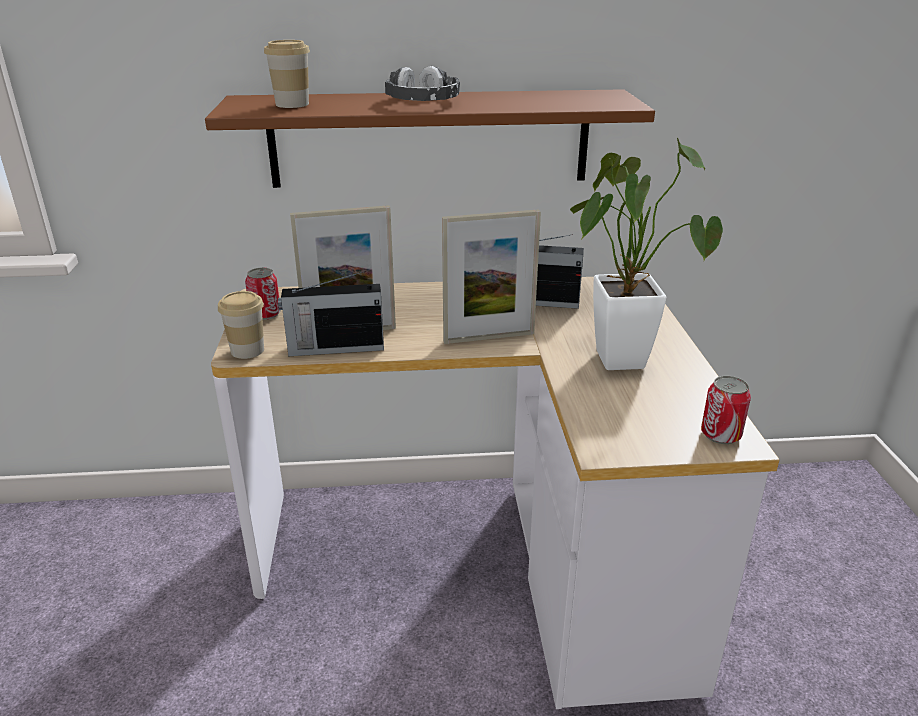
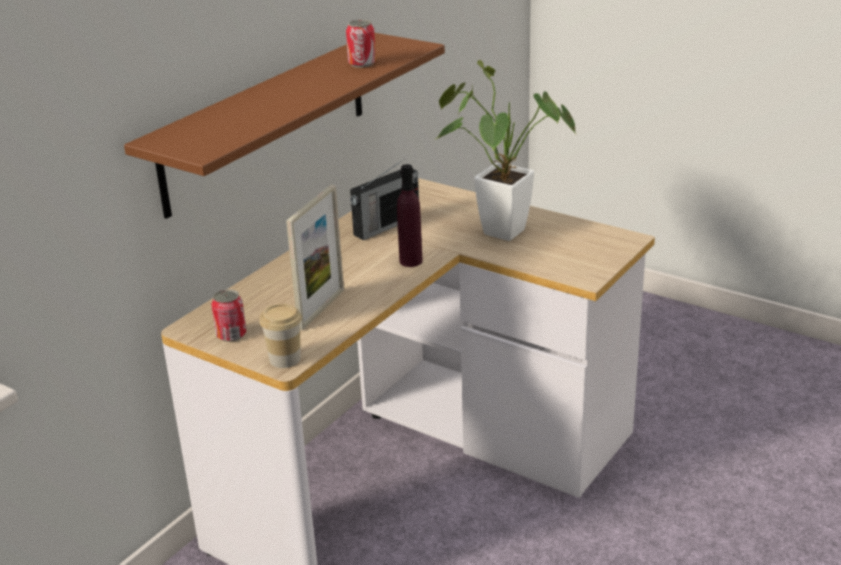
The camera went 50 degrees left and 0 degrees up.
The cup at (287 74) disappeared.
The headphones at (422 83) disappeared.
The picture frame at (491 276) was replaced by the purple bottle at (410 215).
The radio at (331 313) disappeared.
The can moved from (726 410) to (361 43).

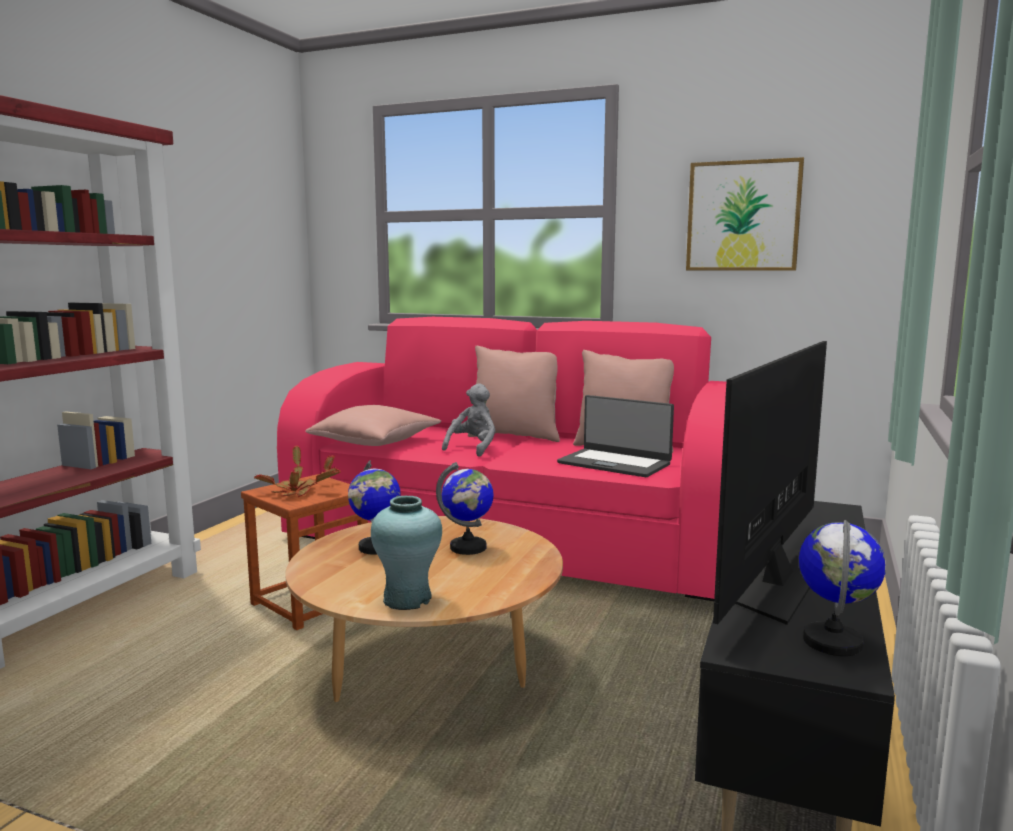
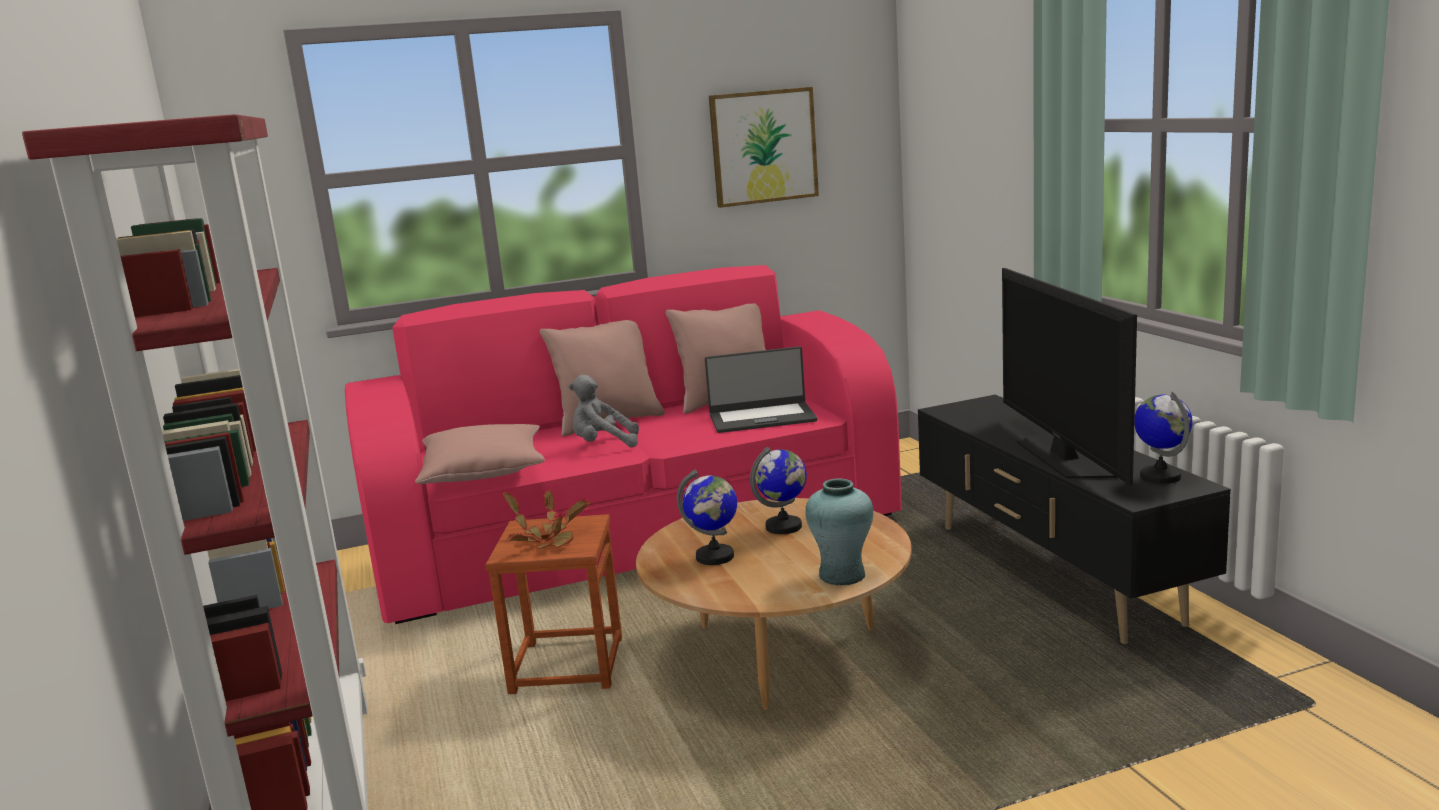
The camera went 40 degrees left and 5 degrees up.
The grey plush toy at (469 420) turned 75 degrees counterclockwise.

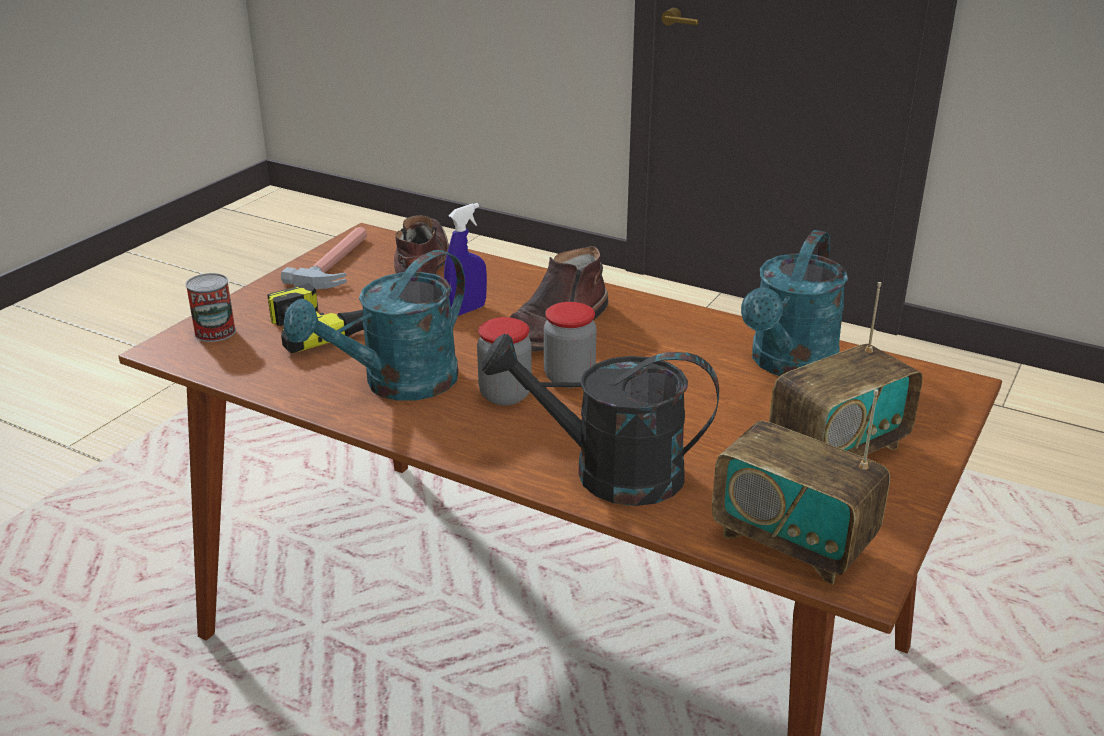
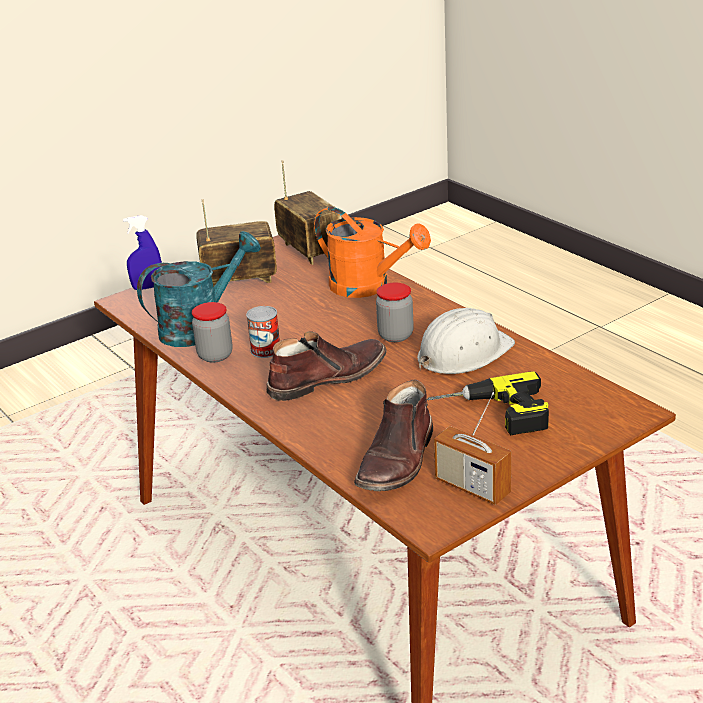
The camera went 155 degrees left and 0 degrees up.
The blue spray bottle moved from (465 259) to (142 252).
The hammer at (324 258) was replaced by the radio at (472 448).
The turquoise watering can at (374 325) was replaced by the white hard hat at (466 341).
The can moved from (210 307) to (263 332).
The jar moved from (570 345) to (212 332).
The black watering can at (600 419) became the orange watering can at (372 252).

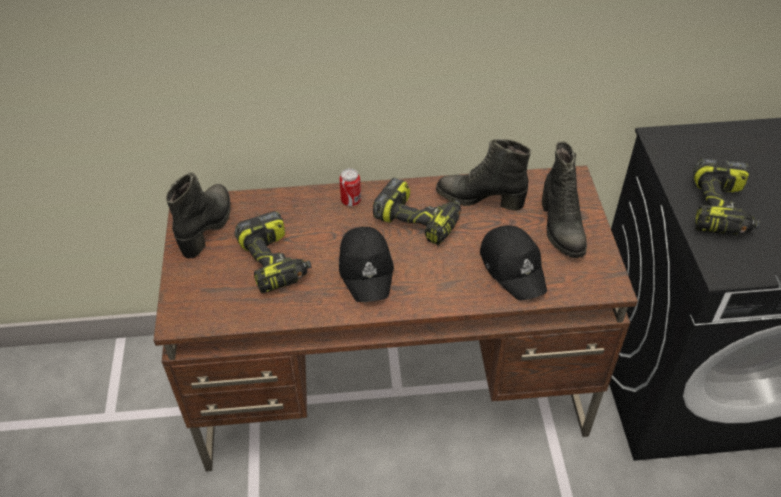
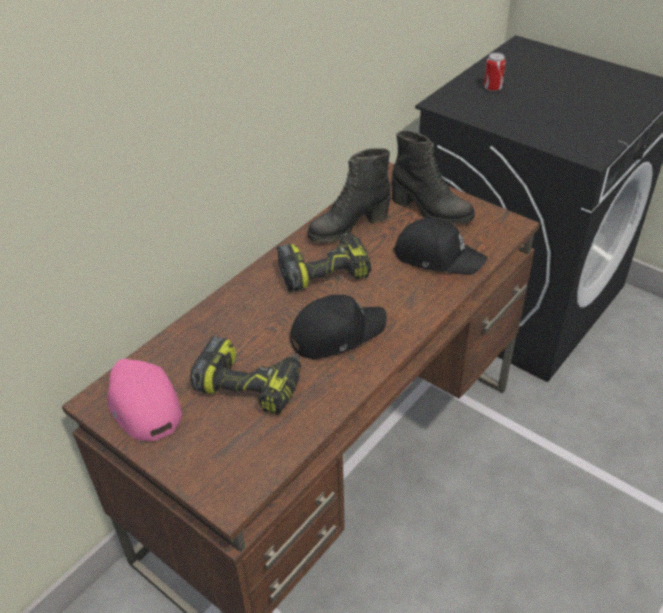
The camera went 45 degrees left and 5 degrees down.
The power drill at (726 196) disappeared.
The can moved from (350 187) to (495 72).
The black boot at (198 215) was replaced by the pink cap at (144 400).
The black cap at (366 264) turned 60 degrees counterclockwise.

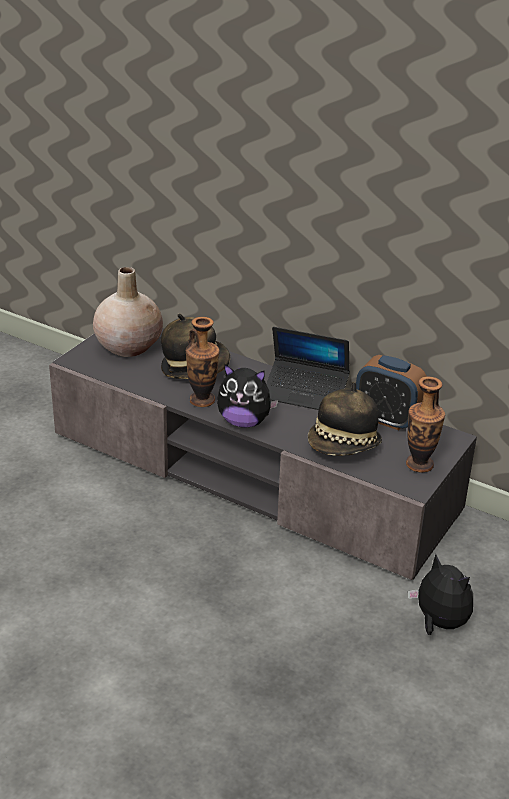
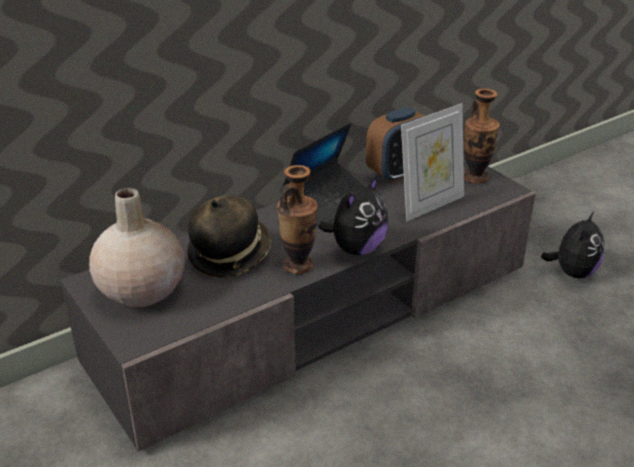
The camera went 65 degrees left and 0 degrees up.
The hat at (345 419) was replaced by the picture frame at (432 162).
The plush toy at (440 594) turned 135 degrees clockwise.

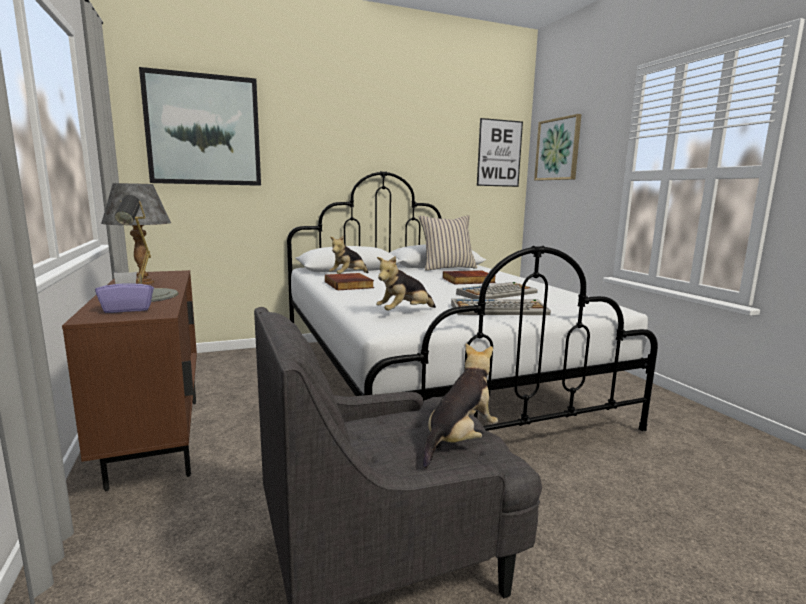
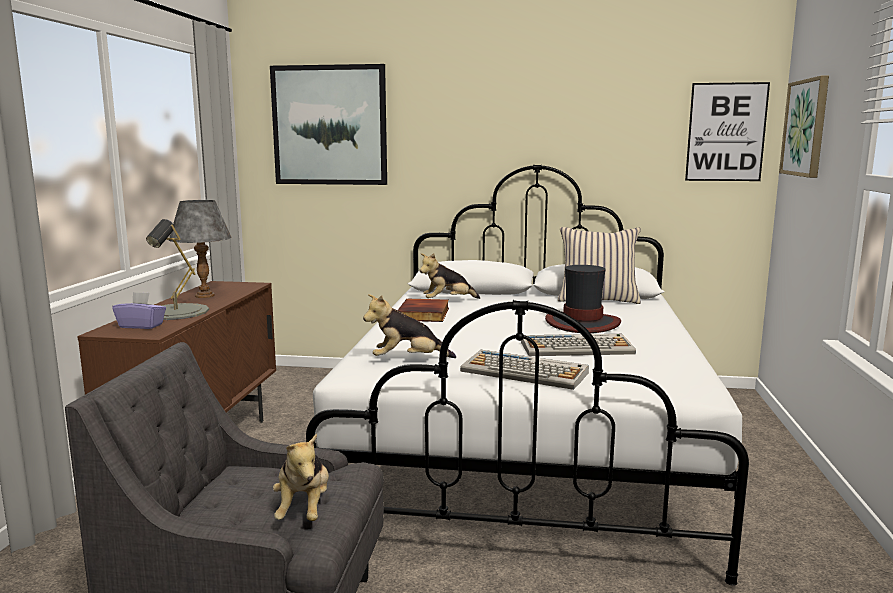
The camera went 30 degrees right and 0 degrees up.
The book at (469 277) was replaced by the hat at (583 299).
The plush toy at (460 405) turned 105 degrees clockwise.

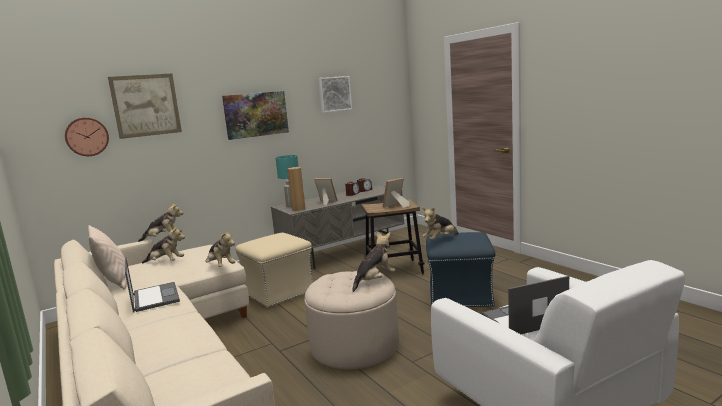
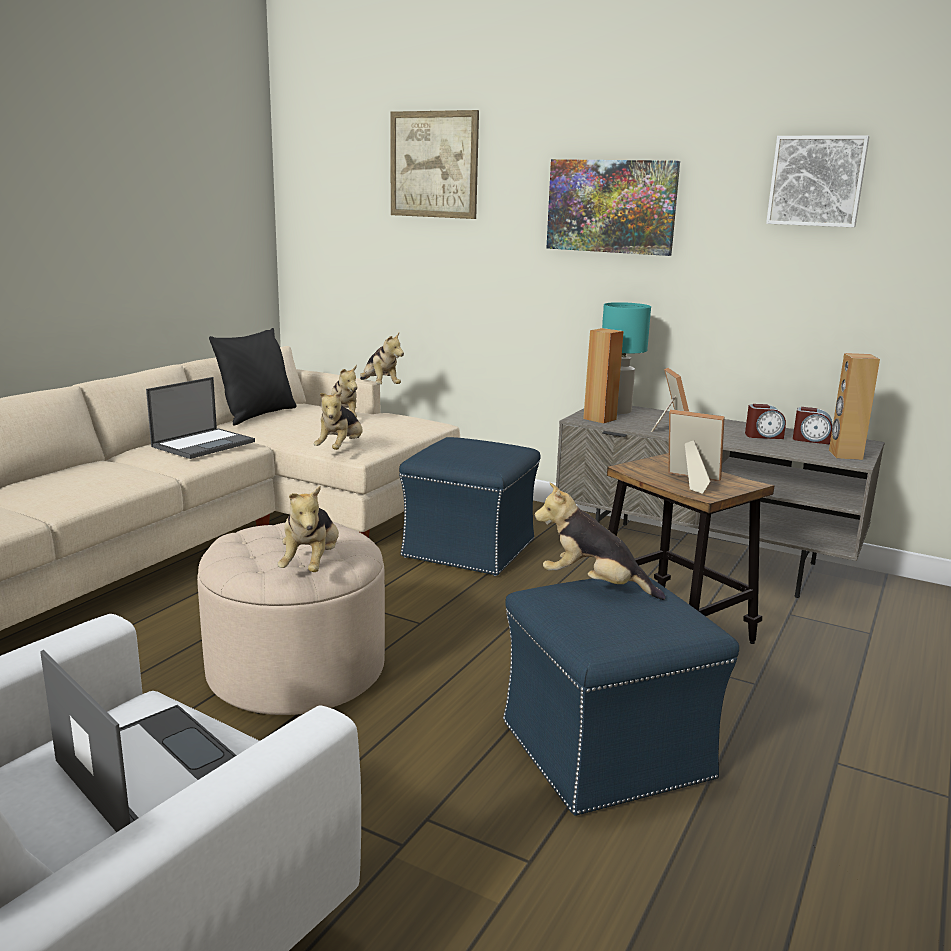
The camera went 60 degrees right and 5 degrees up.
The wall clock at (87 136) disappeared.
The beige pillow at (107 257) became the black pillow at (253 377).
The plush toy at (373 261) turned 75 degrees clockwise.
The beige ottoman at (274 270) became the blue ottoman at (470 506).
The brown speaker at (854 406) appeared.

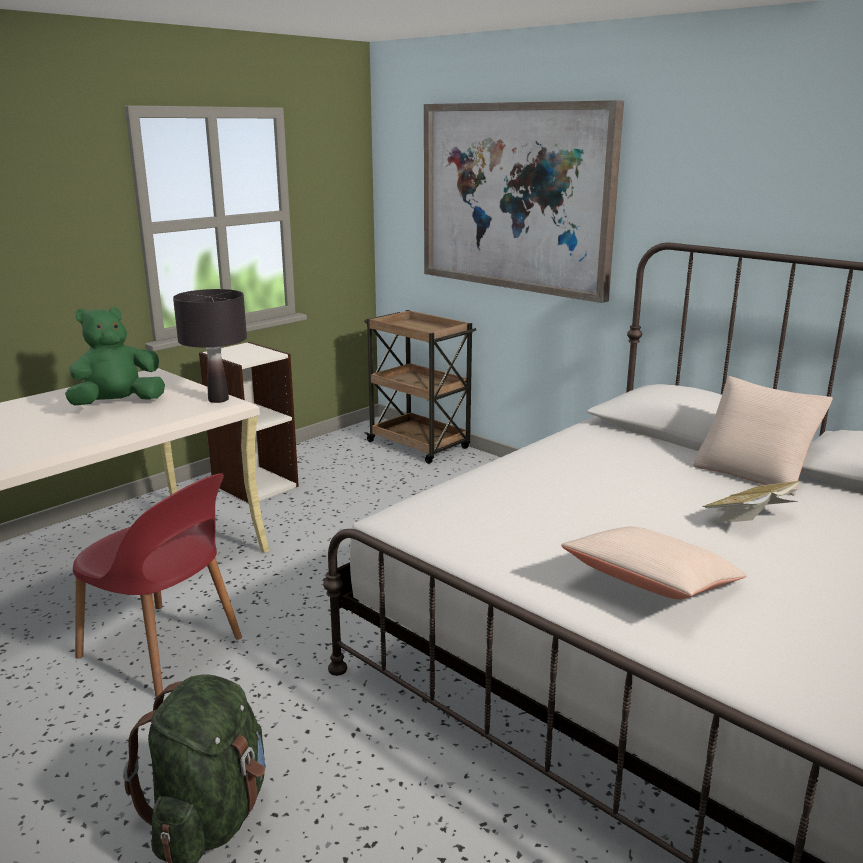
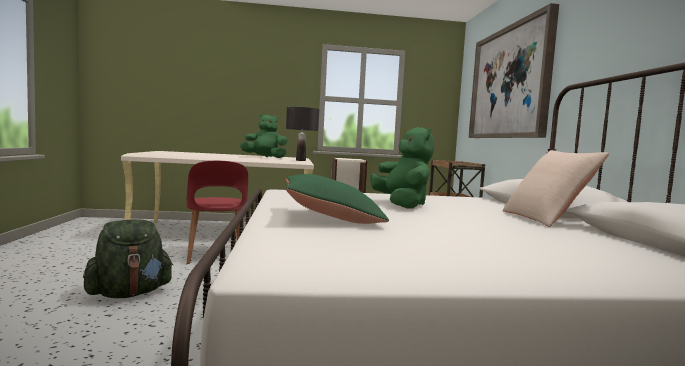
The camera went 40 degrees right and 15 degrees down.
The book at (751 502) disappeared.
The beige pillow at (654 563) became the green pillow at (337 199).
The green plush toy at (402 167) appeared.

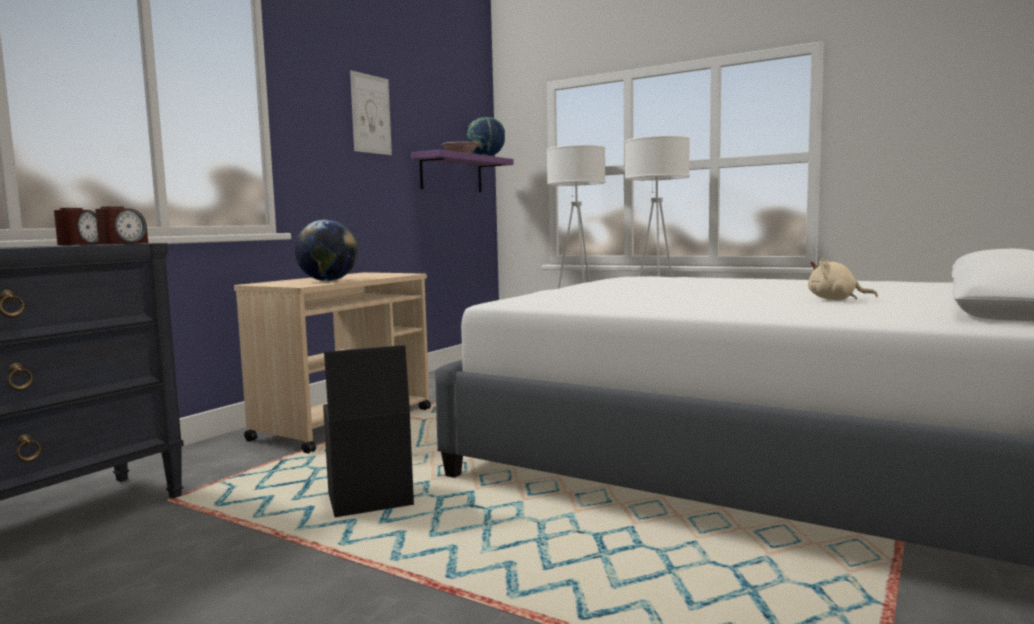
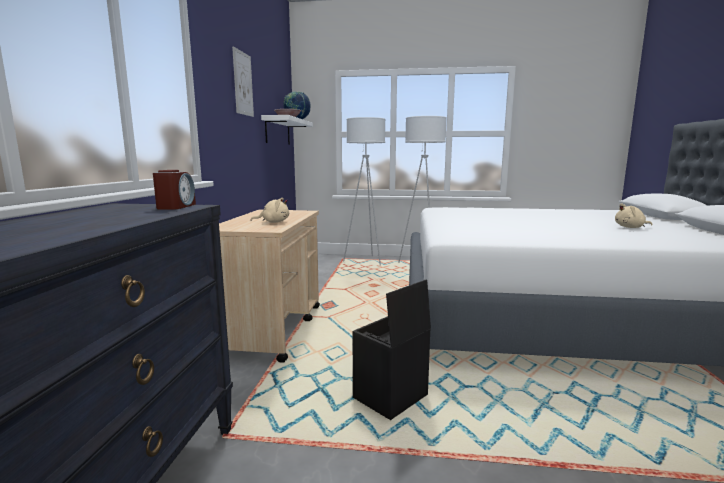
The camera went 25 degrees left and 5 degrees up.
The purple shelf at (462 171) became the white shelf at (287 130).
The alarm clock at (76 226) disappeared.
The globe at (326 250) was replaced by the beige plush toy at (270 210).

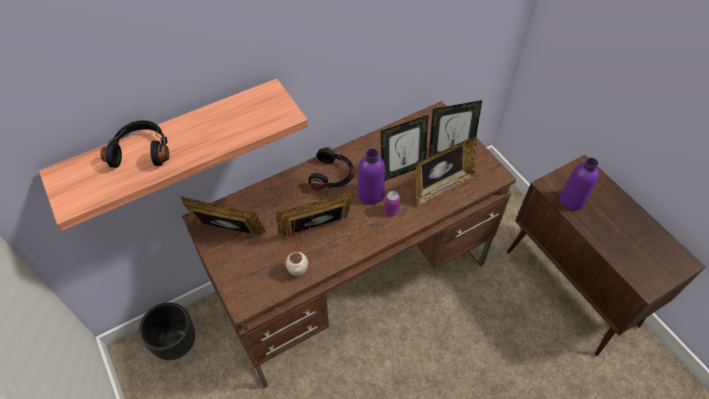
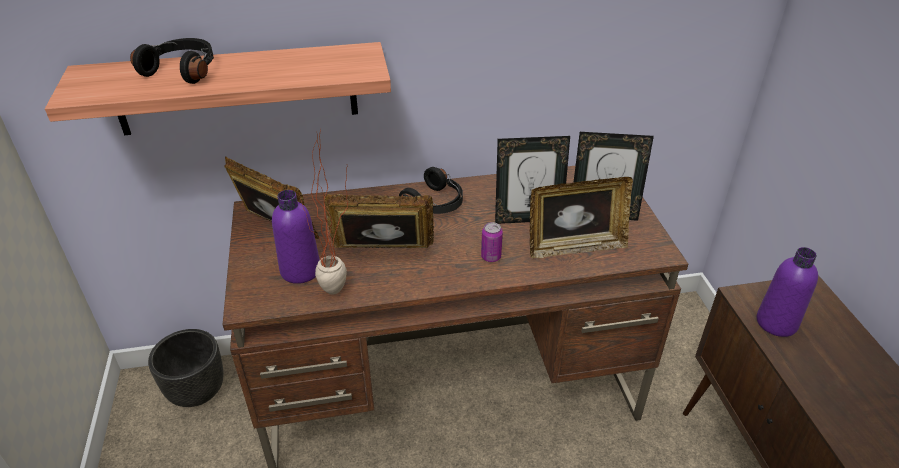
The camera went 20 degrees right and 15 degrees down.
The purple bottle moved from (371 177) to (296 237).

